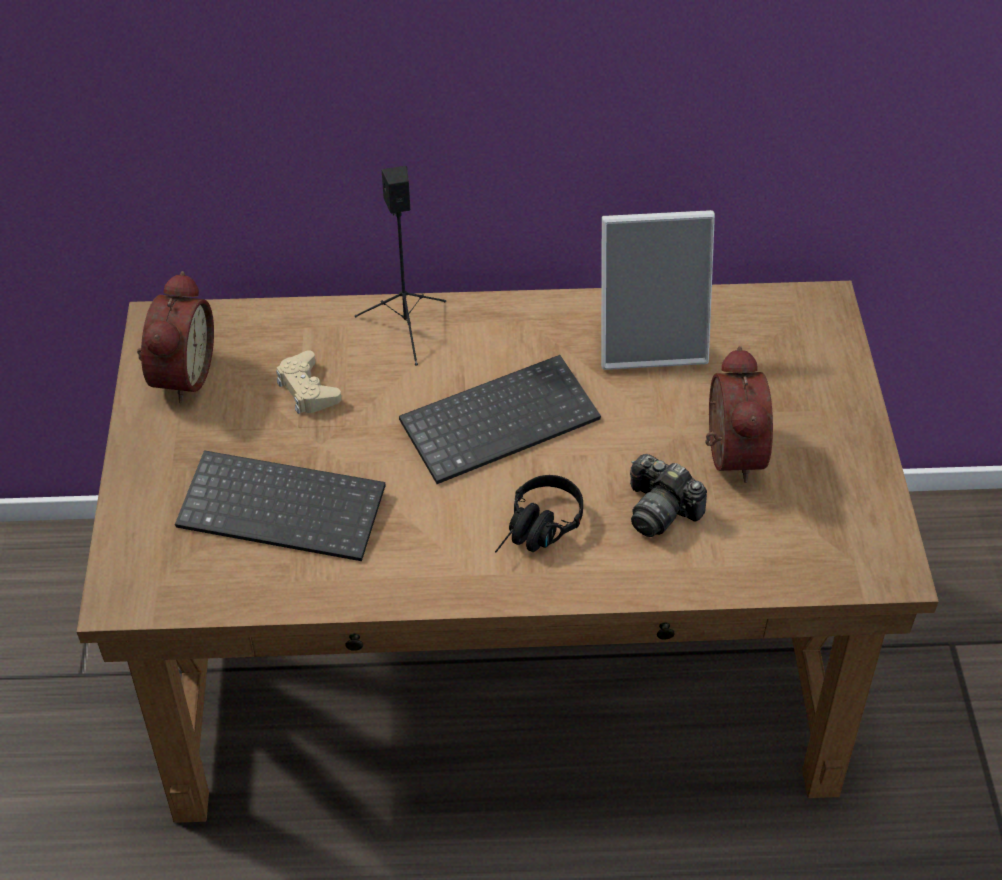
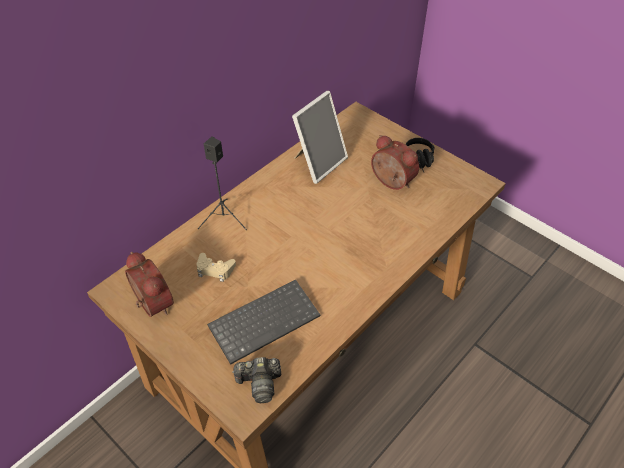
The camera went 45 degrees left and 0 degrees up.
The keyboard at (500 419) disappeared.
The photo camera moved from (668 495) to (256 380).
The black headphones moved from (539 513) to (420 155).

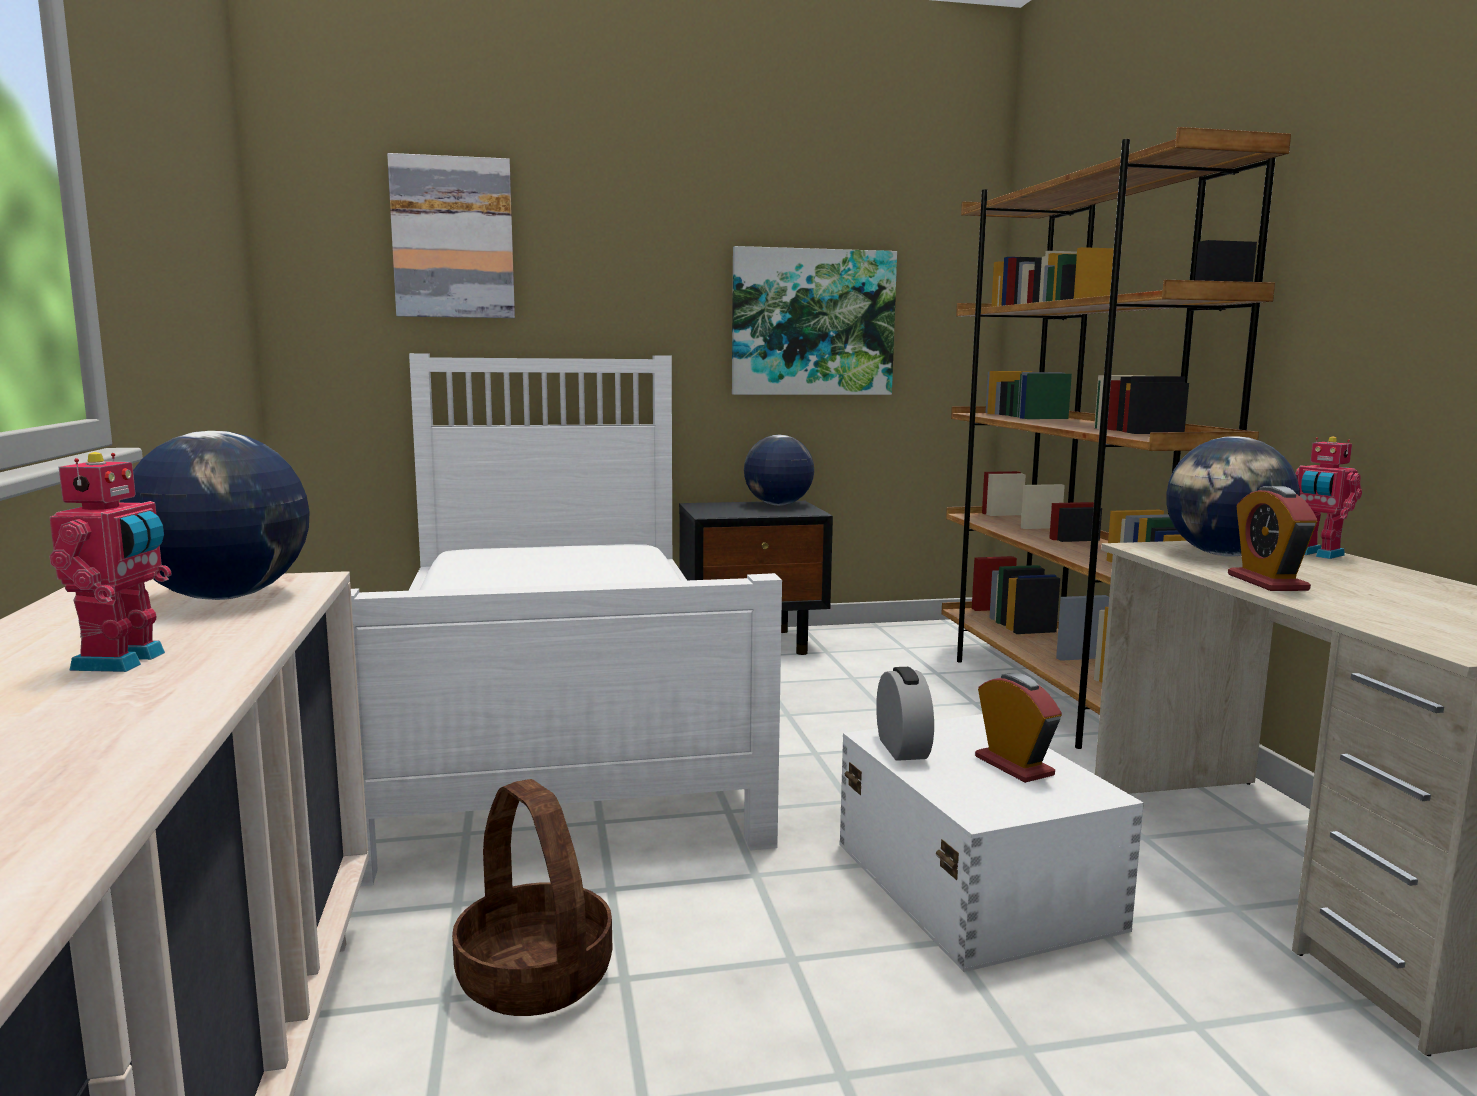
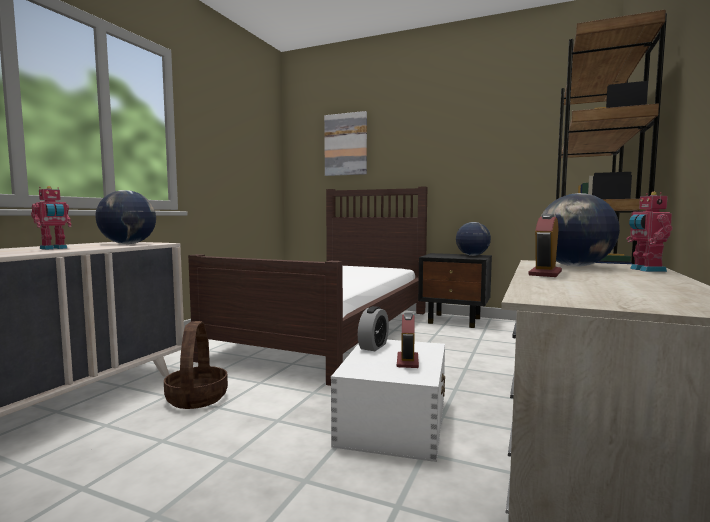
The camera went 35 degrees right and 5 degrees down.
The picture at (814 320) disappeared.
The white bed at (566 619) became the brown bed at (307 286).

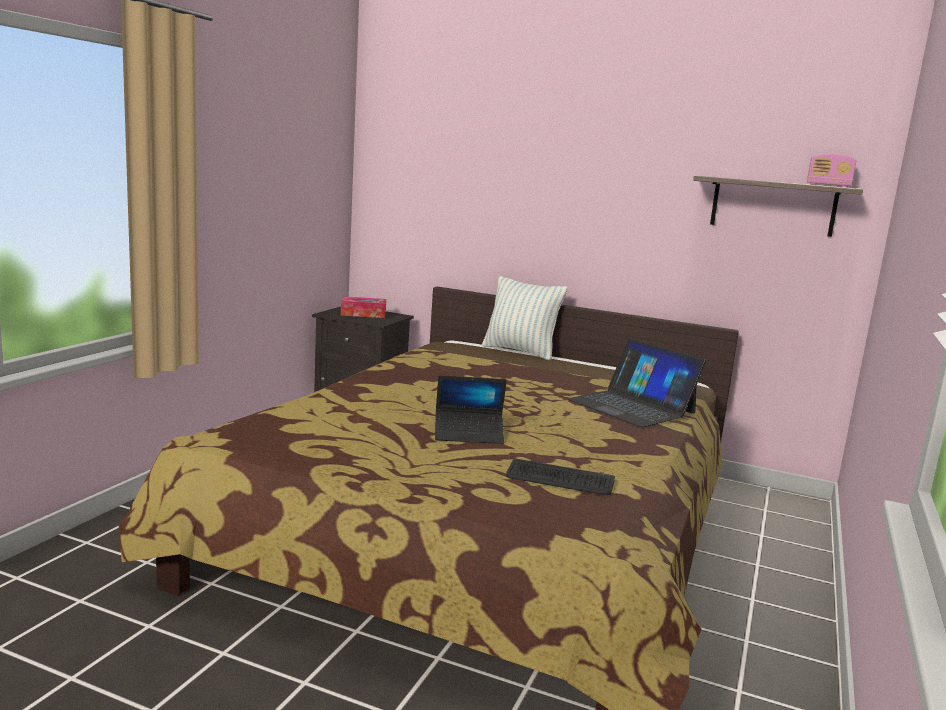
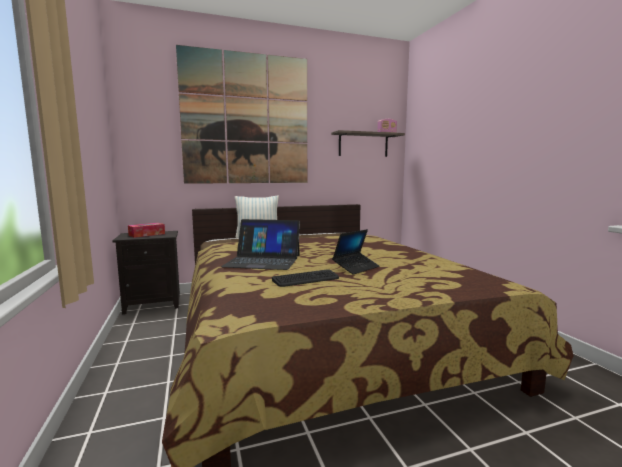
The camera went 40 degrees left and 5 degrees down.
The laptop moved from (637 383) to (260 244).
The keyboard moved from (560 477) to (305 278).
The picture at (241 114) appeared.

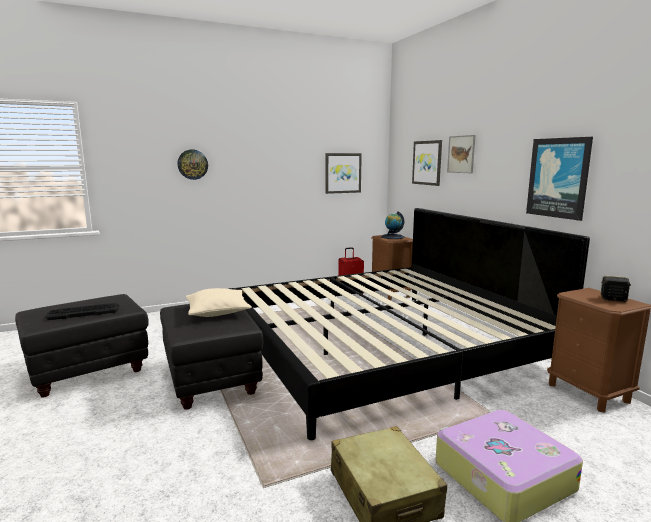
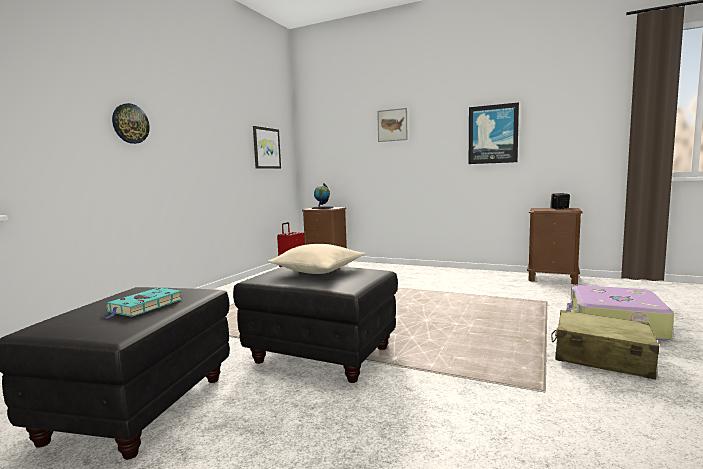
The camera went 40 degrees left and 5 degrees down.
The picture at (427 163) disappeared.
The bed at (409 324) disappeared.
The keyboard at (82 311) was replaced by the turquoise book at (143 303).

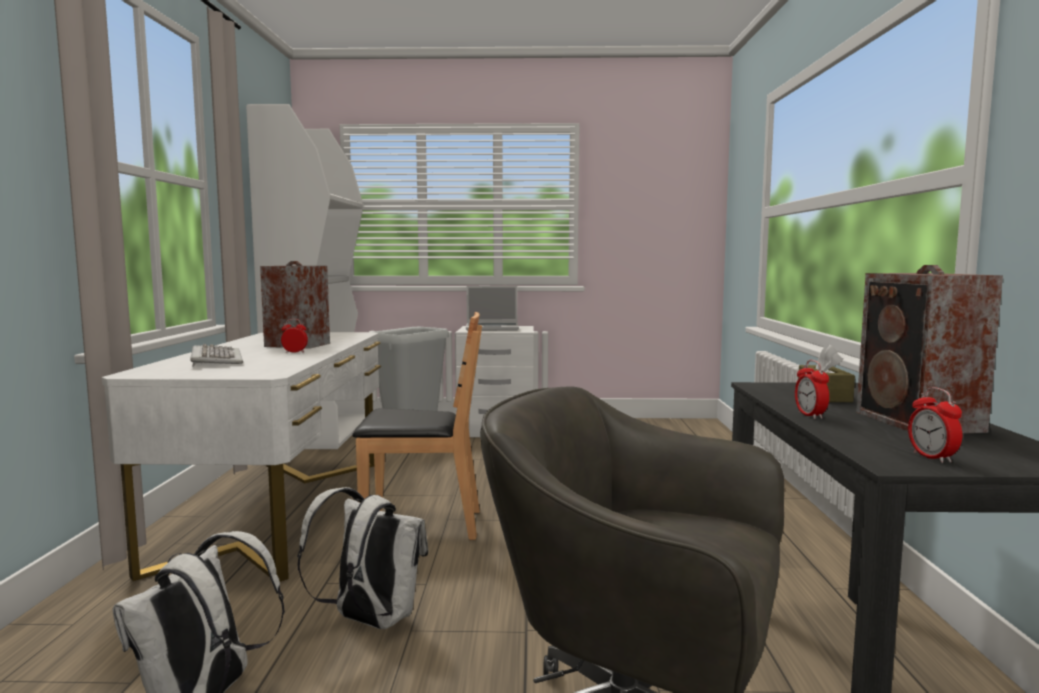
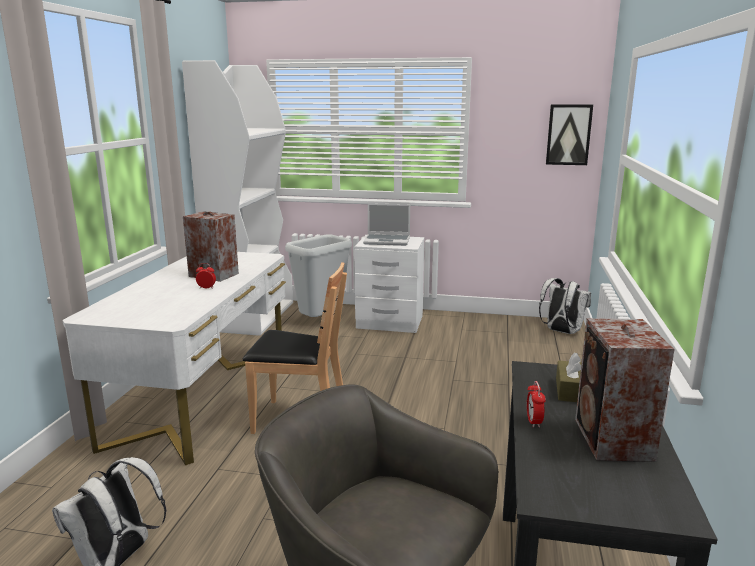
The camera went 10 degrees right and 10 degrees up.
The keyboard at (216 355) disappeared.
The alarm clock at (935 425) disappeared.
The white backpack moved from (362 558) to (565 306).
The picture at (569 134) appeared.

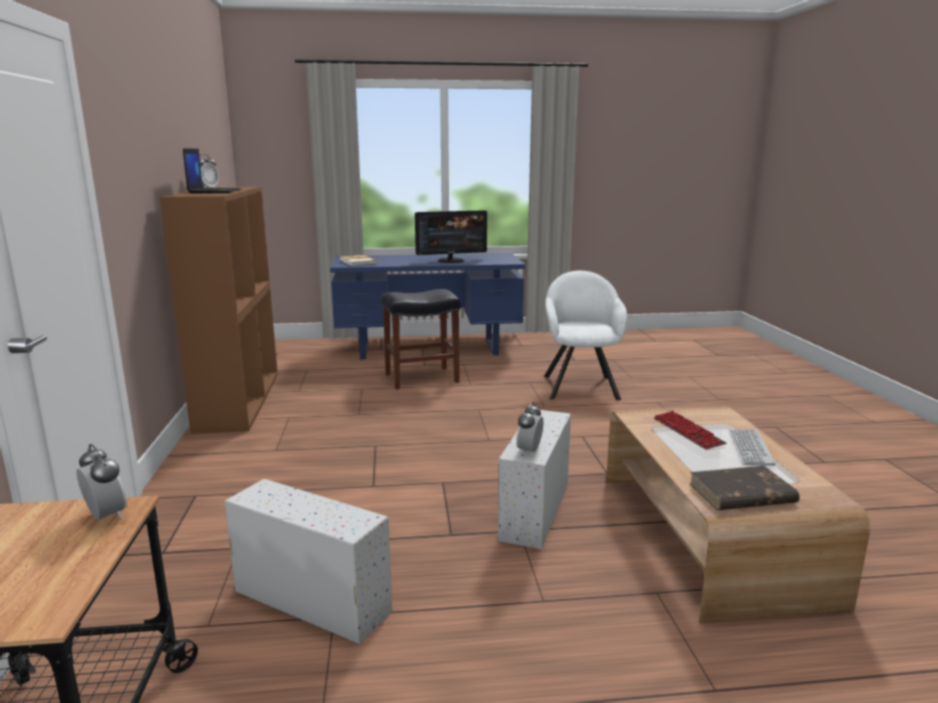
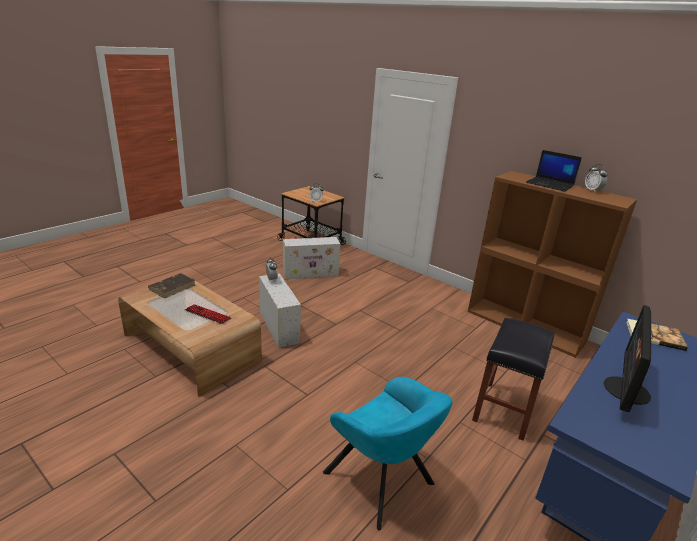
The camera went 135 degrees right and 10 degrees up.
The white armchair at (585 335) became the turquoise armchair at (387 453).
The keyboard at (752 447) disappeared.

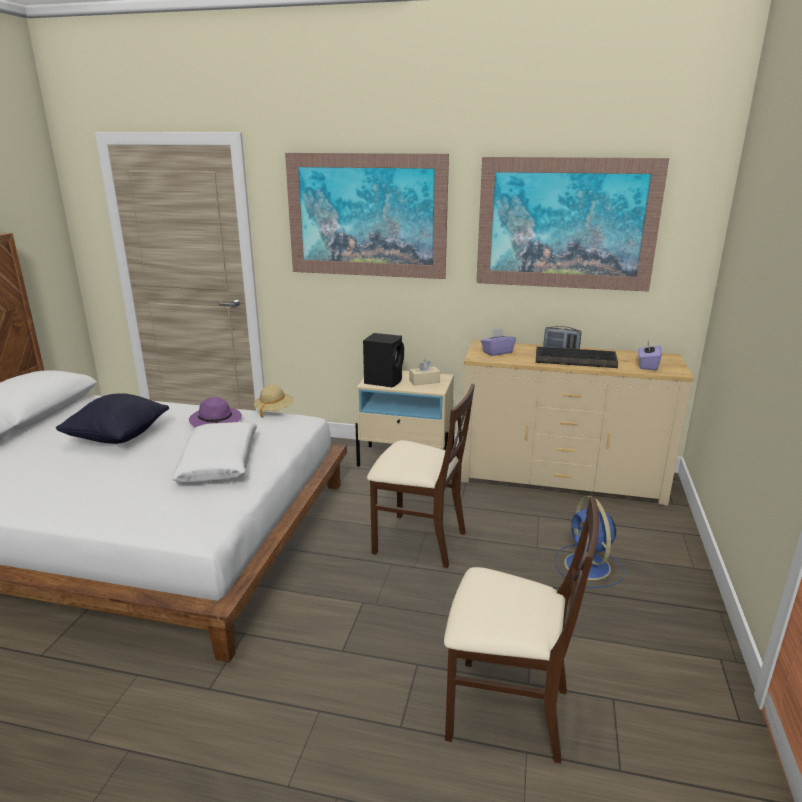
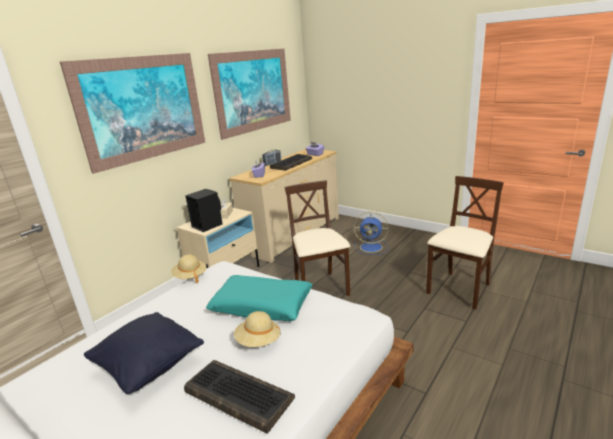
The camera went 65 degrees left and 0 degrees up.
The beige chair at (421 476) turned 60 degrees counterclockwise.
The purple hat at (215 412) disappeared.
The white pillow at (214 452) became the turquoise pillow at (259 298).
The beige hat at (257 329) appeared.
The keyboard at (239 397) appeared.

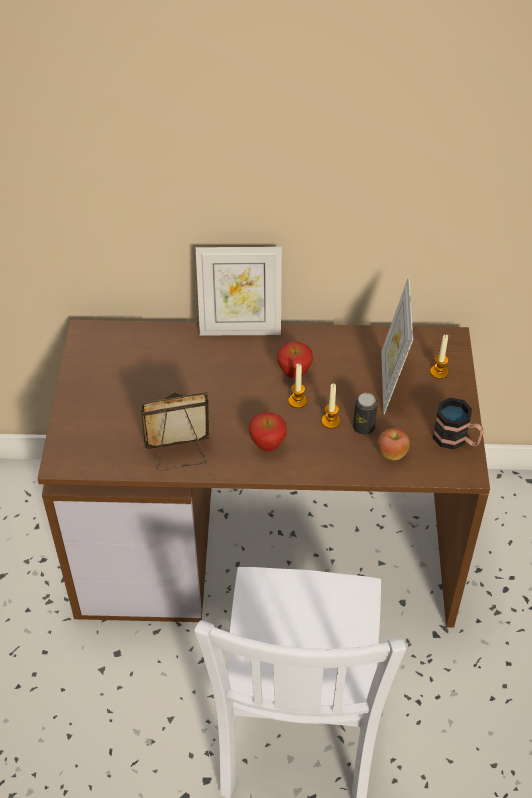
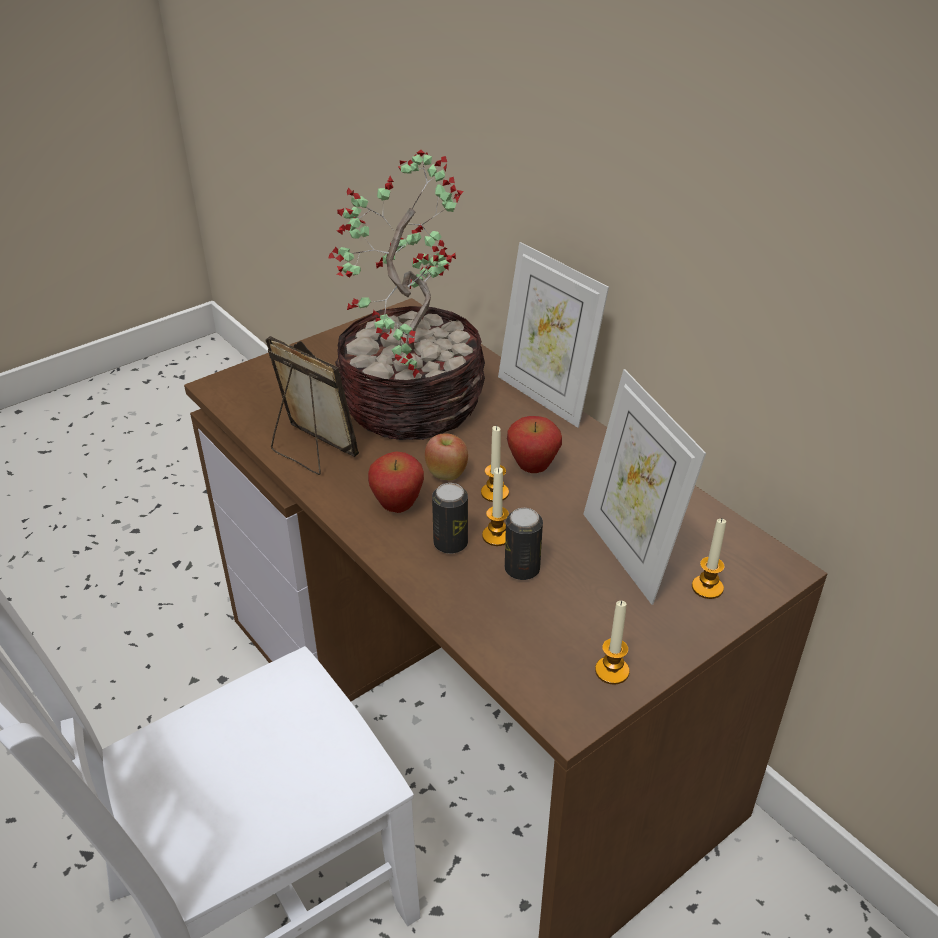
The camera went 50 degrees right and 10 degrees down.
The picture frame at (397 345) turned 75 degrees counterclockwise.
The mug at (458 423) was replaced by the candle at (612 643).
The apple moved from (394 444) to (446 456).
The potted plant at (406 295) appeared.
The can at (450 518) appeared.

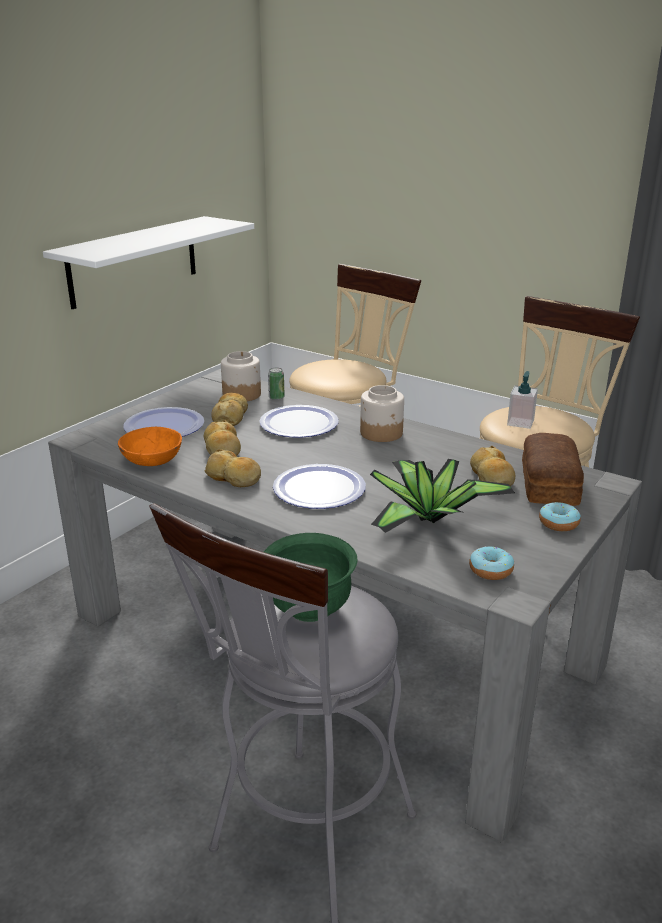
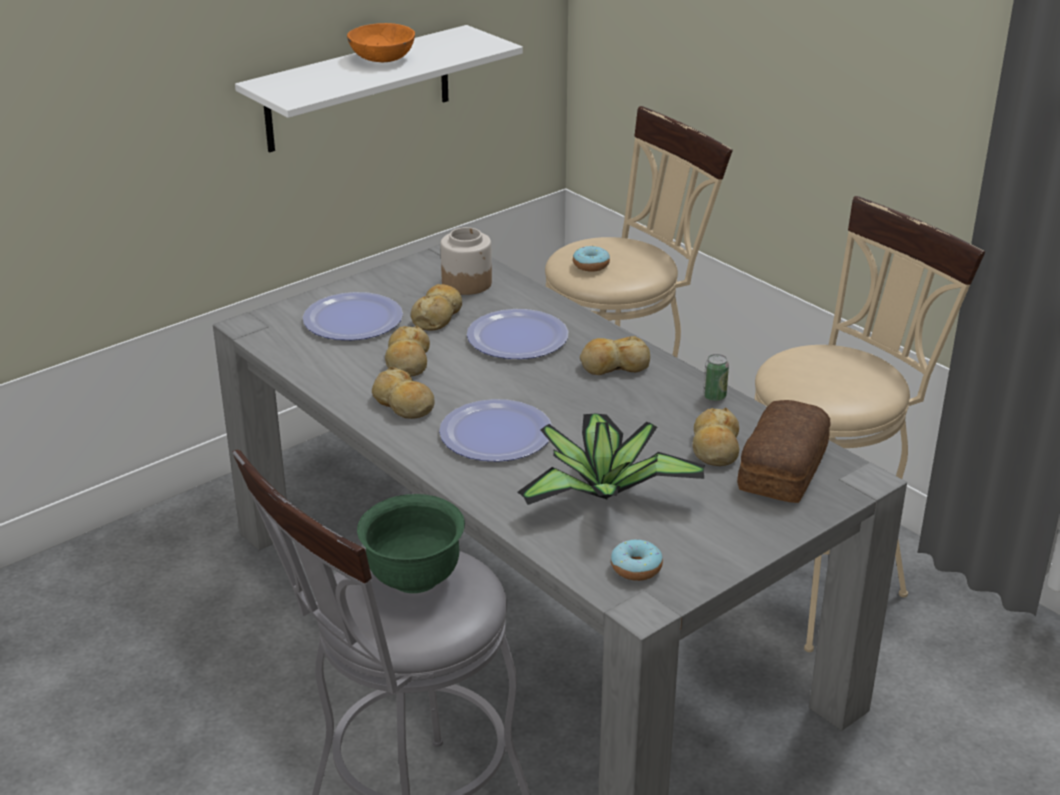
The camera went 15 degrees right and 5 degrees up.
The can moved from (276 384) to (716 377).
The soap dispenser at (522 400) disappeared.
The jar at (382 413) was replaced by the bread at (615 355).
The orange bowl moved from (150 446) to (381 42).
The donut moved from (560 516) to (591 259).

